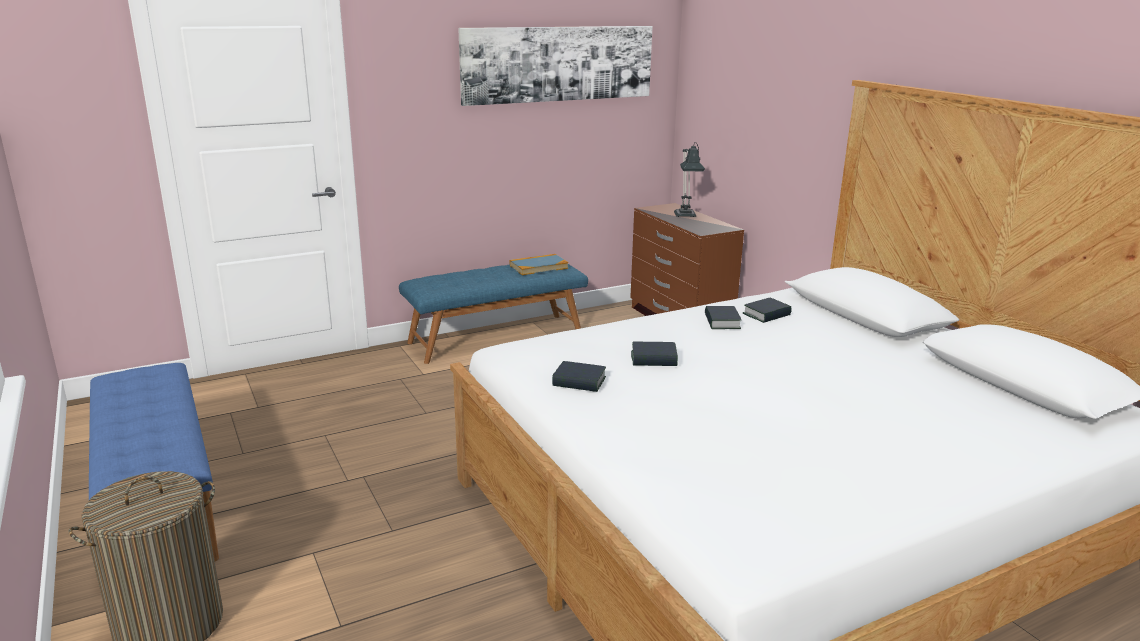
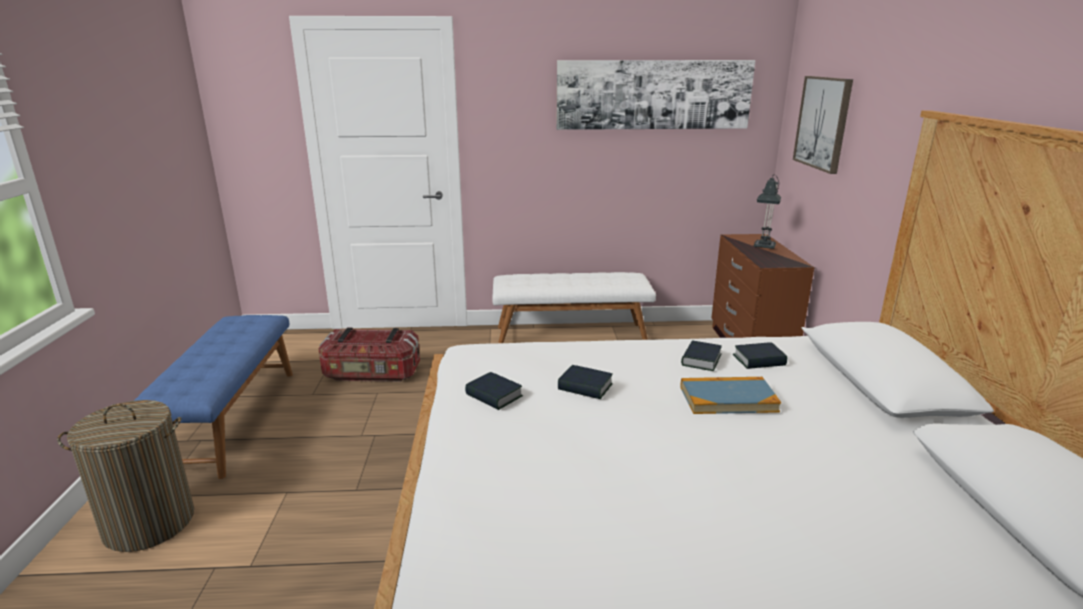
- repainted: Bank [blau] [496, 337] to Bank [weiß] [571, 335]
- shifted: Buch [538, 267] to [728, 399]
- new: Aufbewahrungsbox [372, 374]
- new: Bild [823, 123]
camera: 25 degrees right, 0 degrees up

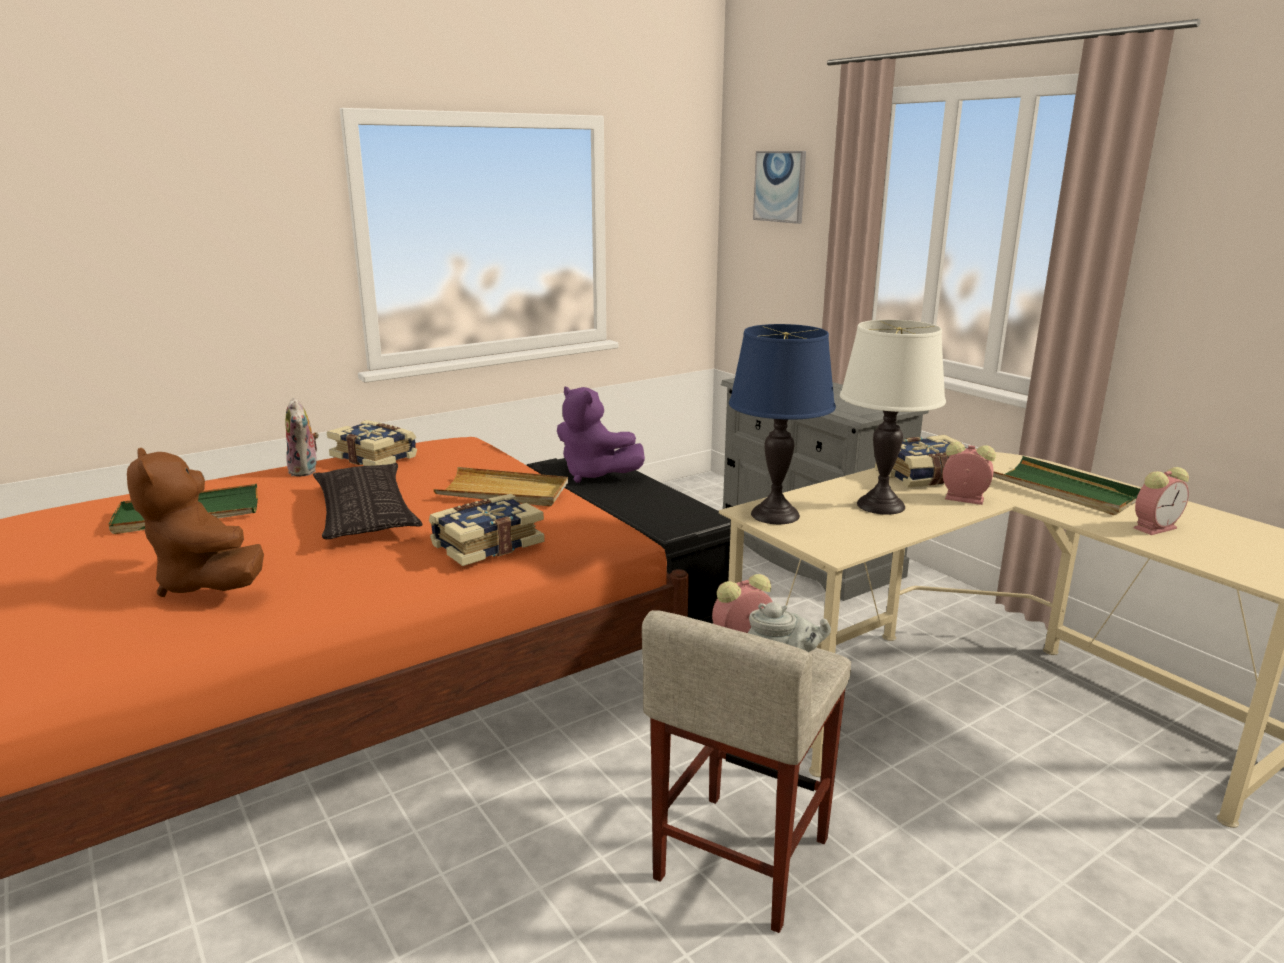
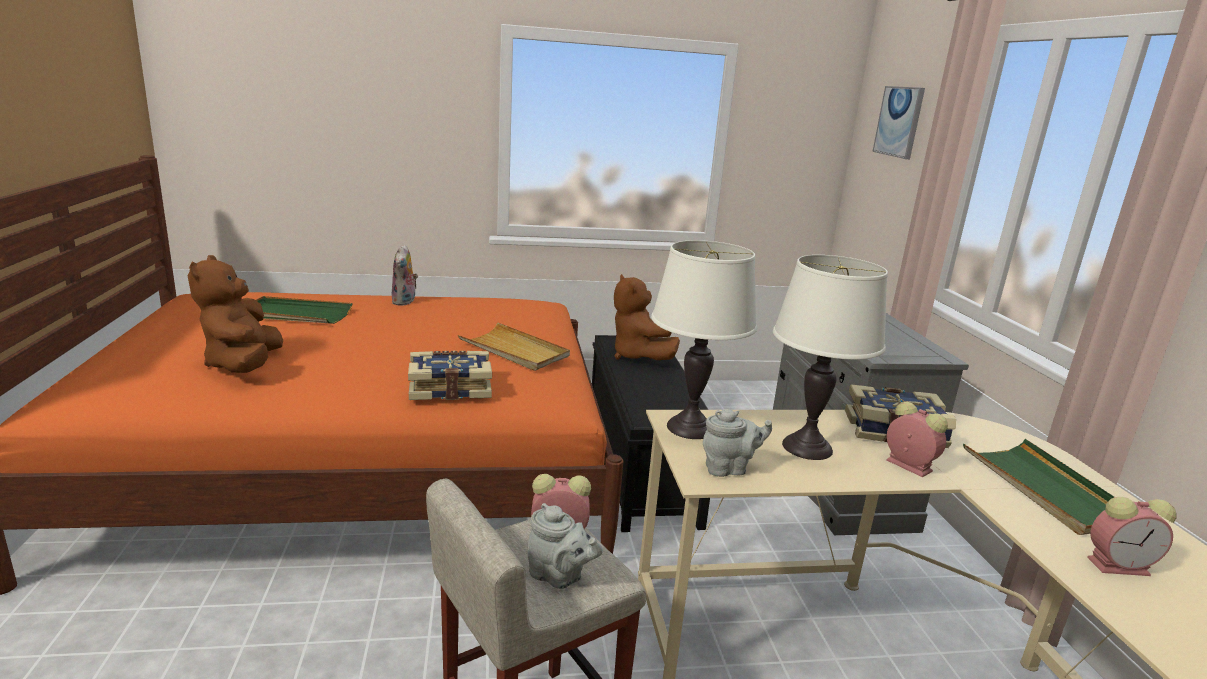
- gone: Kissen [365, 512]
- gone: Buch [375, 457]
- repainted: Plüschtier [lila] [594, 475] to Plüschtier [braun] [638, 356]
- repainted: Tischlampe [blau] [775, 515] to Tischlampe [weiß] [690, 428]
- new: Teekanne [grau] [729, 469]
camera: 25 degrees right, 0 degrees up

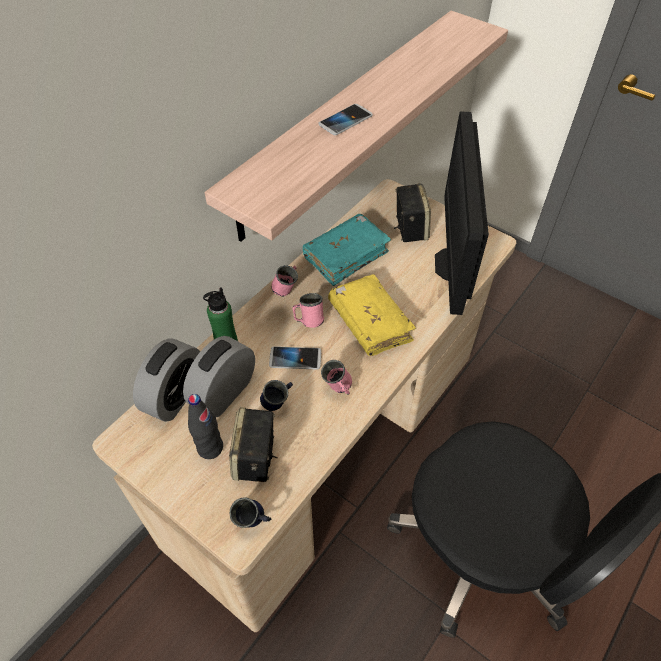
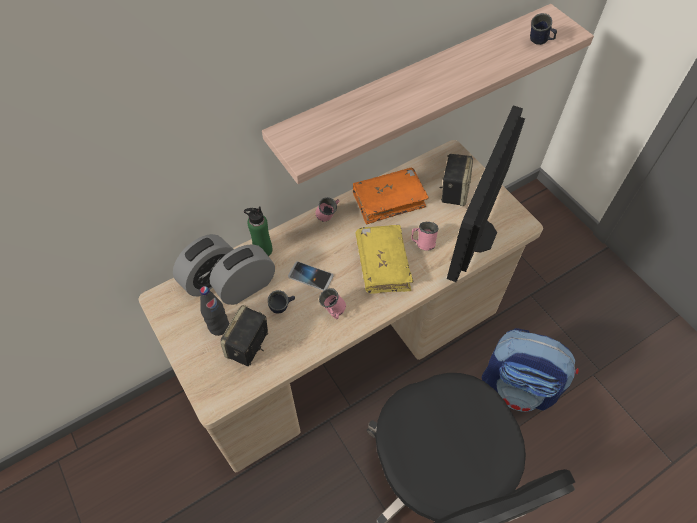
- shifted: Henkelbecher [blau] [254, 522] to [539, 43]
- shifted: Henkelbecher [rosa] [308, 321] to [422, 243]
- repainted: Buch [türkis] [346, 255] to Buch [orange] [389, 200]
- gone: Handy [345, 120]
- new: Rucksack [518, 386]
camera: 20 degrees right, 5 degrees up

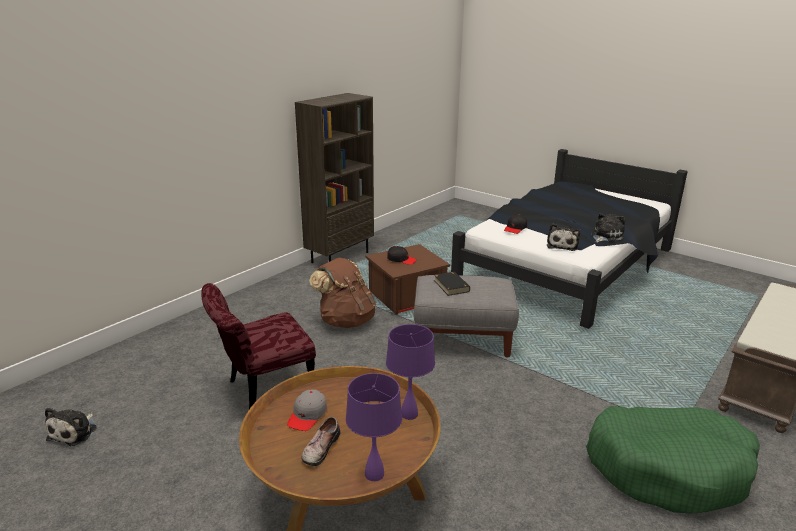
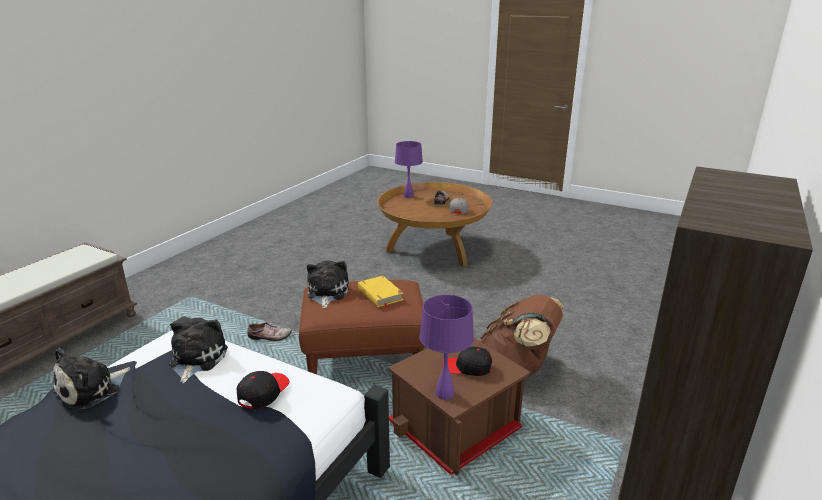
- shifted: Plüschtier [75, 432] to [327, 293]
- gone: Stuhl [rot] [263, 392]
- shifted: Tischlampe [lila] [409, 414] to [445, 393]
- repainted: Polsterhocker [grau] [463, 339] to Polsterhocker [braun] [364, 359]
- repainted: Buch [schwarz] [451, 286] to Buch [gelb] [380, 294]
- gone: Hundebett [grün] [668, 468]
- new: Schuh [269, 337]
camera: 170 degrees right, 0 degrees up

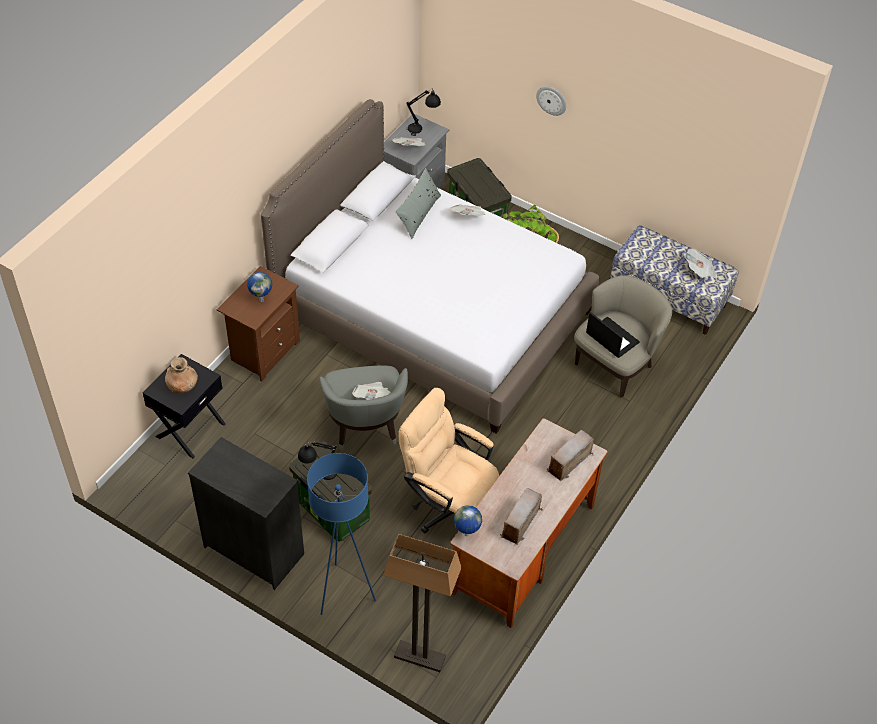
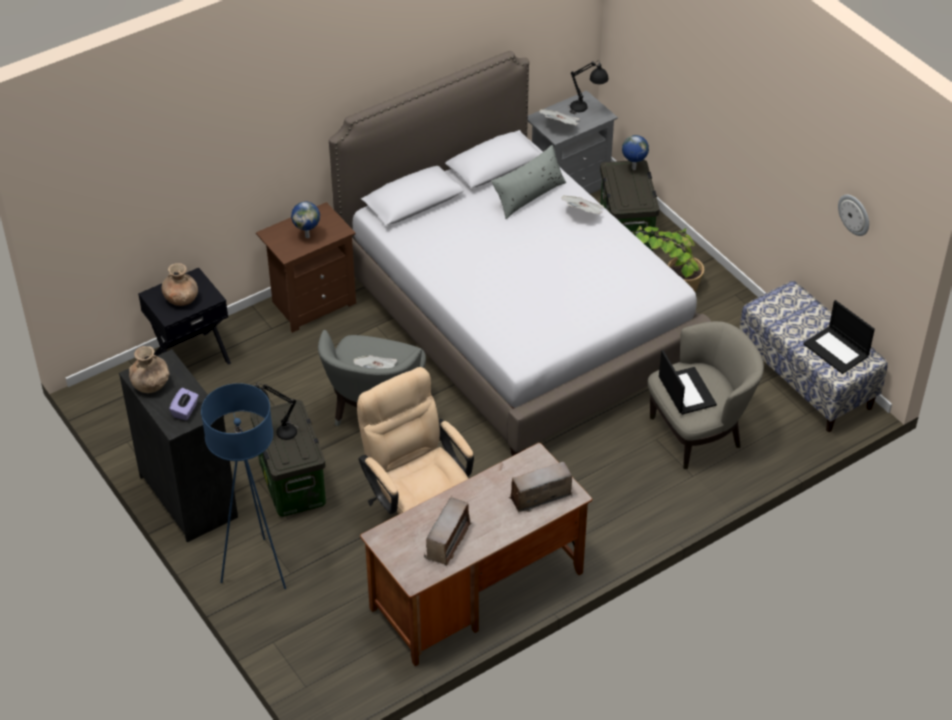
- gone: Stehlampe [419, 657]
- shifted: Globus [466, 535] to [633, 169]
- rotated: Radio [520, 523] = [448, 541] 150 degrees clockwise
- shifted: Wanduhr [551, 100] to [854, 214]
- swapped: Zeitung [699, 271] to Laptop [837, 350]
- new: Vase [braun] [151, 385]
- new: Taschentuchbox [lila] [185, 411]
camera: 25 degrees right, 5 degrees down

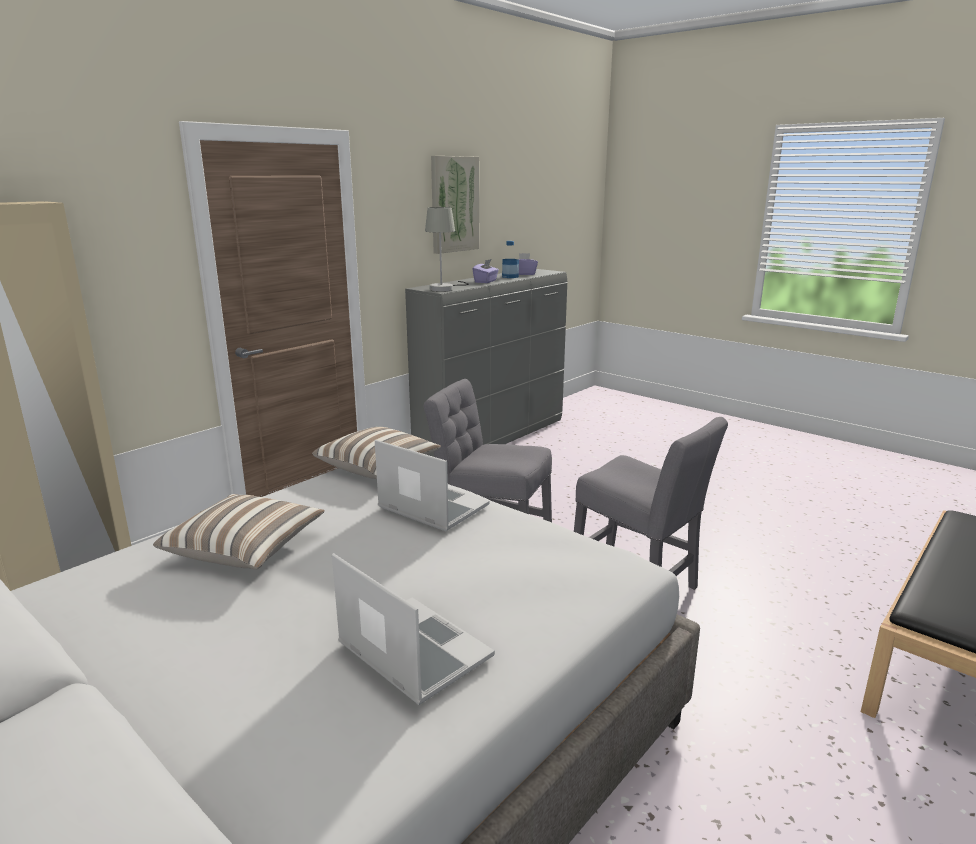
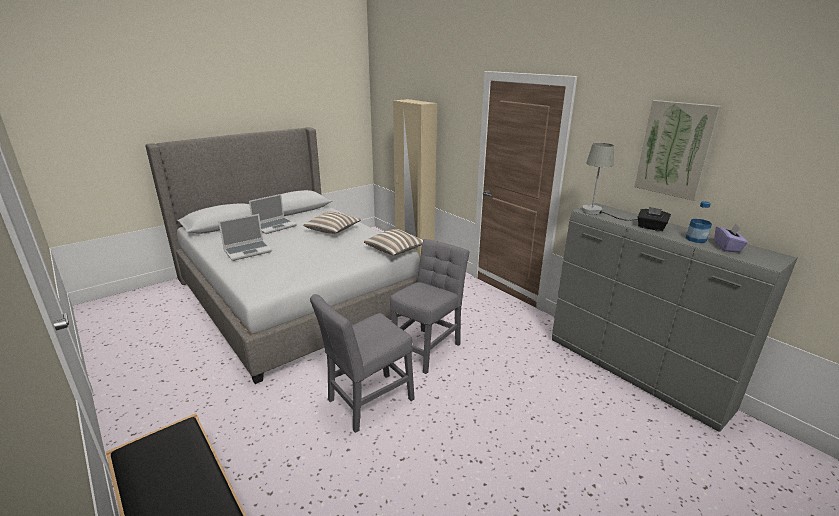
- shifted: Laptop [431, 507] to [275, 226]
- repainted: Taschentuchbox [lila] [486, 281] to Taschentuchbox [schwarz] [651, 227]
camera: 100 degrees right, 5 degrees up

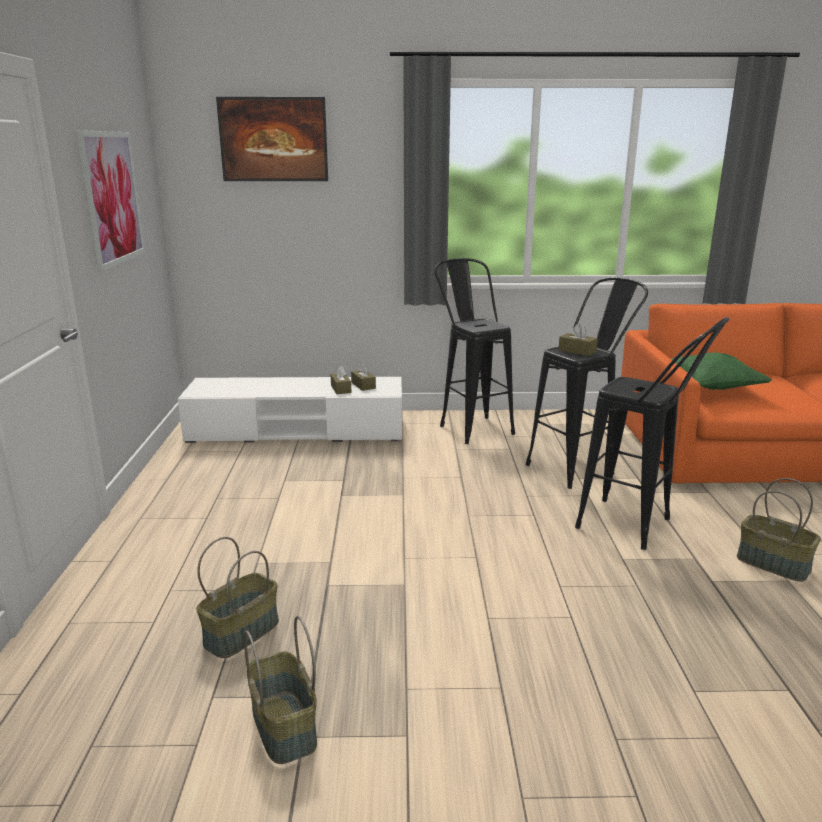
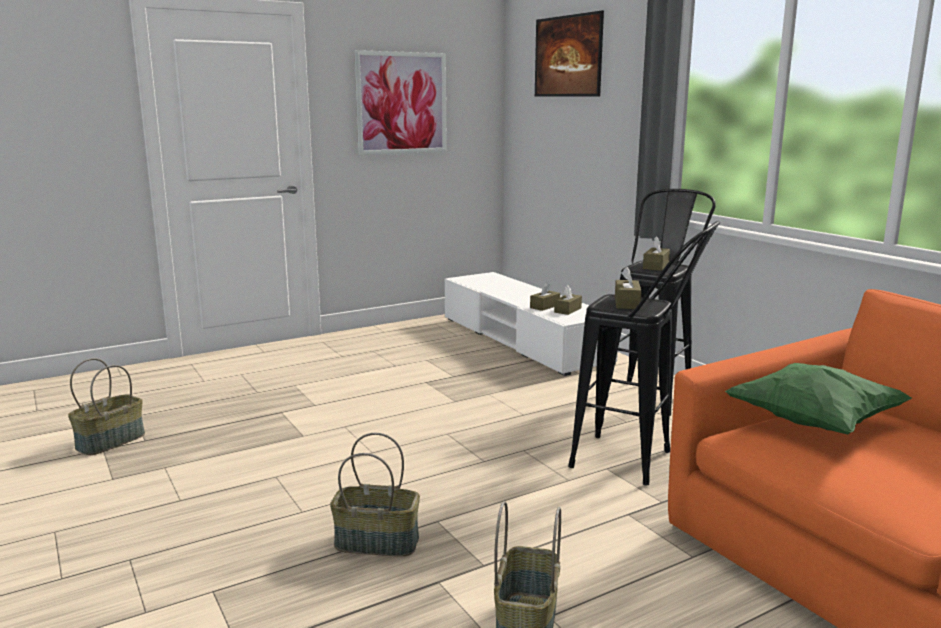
- shifted: Korb [241, 632] to [378, 542]
- gone: Hocker [schwarz] [638, 528]
- new: Taschentuchbox [braun] [656, 266]
camera: 60 degrees right, 5 degrees down

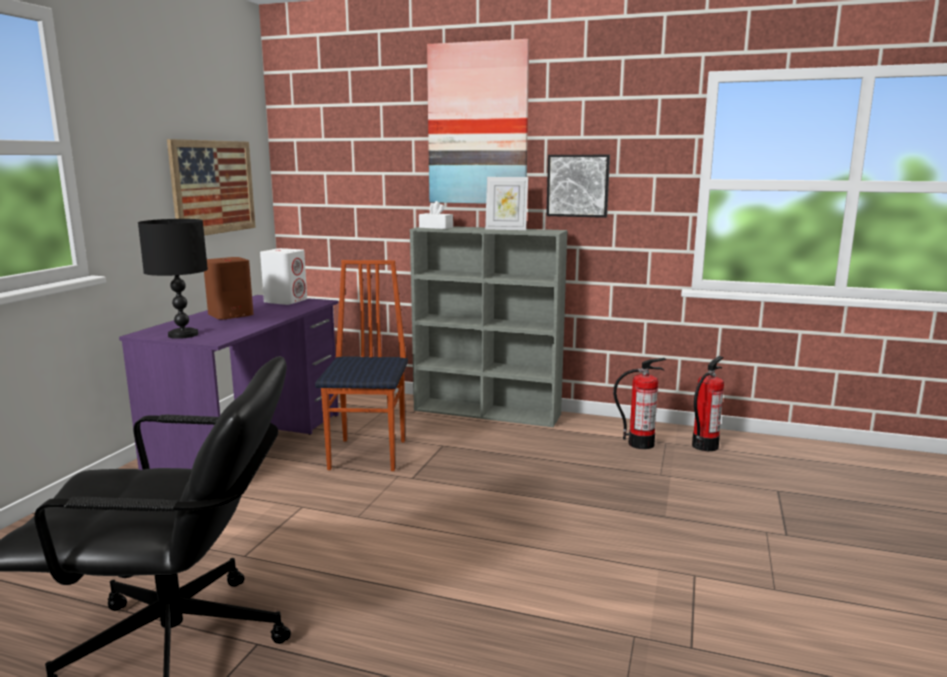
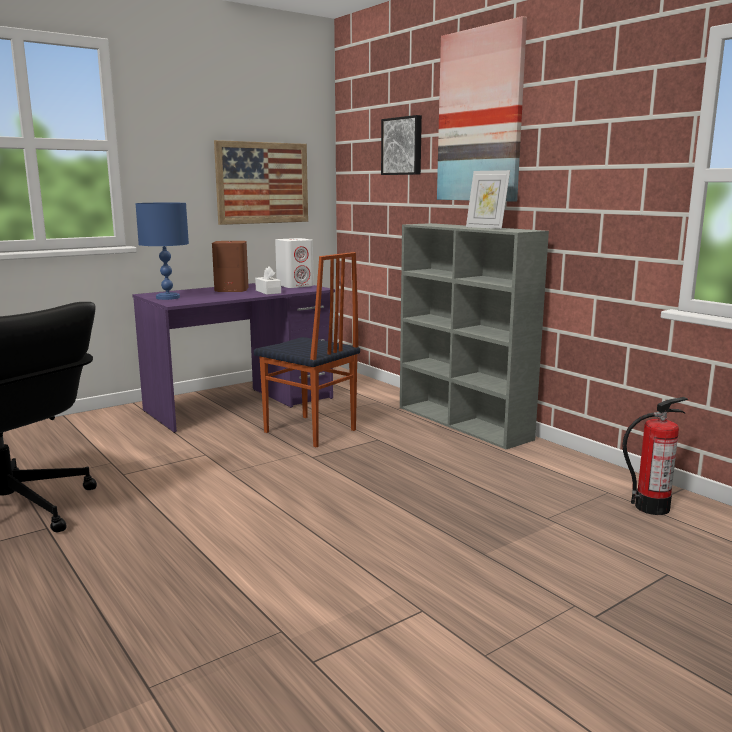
- repainted: Tischlampe [schwarz] [183, 335] to Tischlampe [blau] [167, 297]
- rotated: Stuhl [369, 454] = [309, 431] 90 degrees clockwise
- shifted: Taschentuchbox [weiß] [436, 227] to [268, 292]
- shifted: Bild [578, 185] to [403, 146]
- gone: Feuerlöscher [640, 444]
camera: 35 degrees right, 0 degrees up

